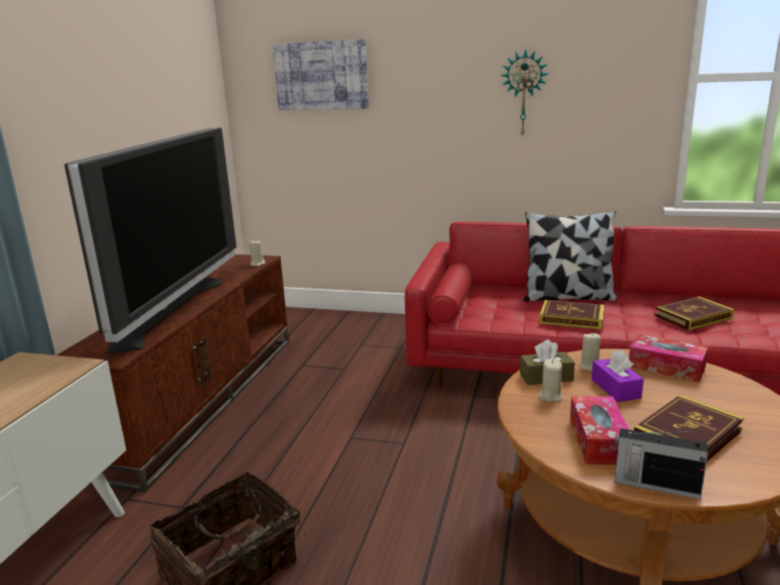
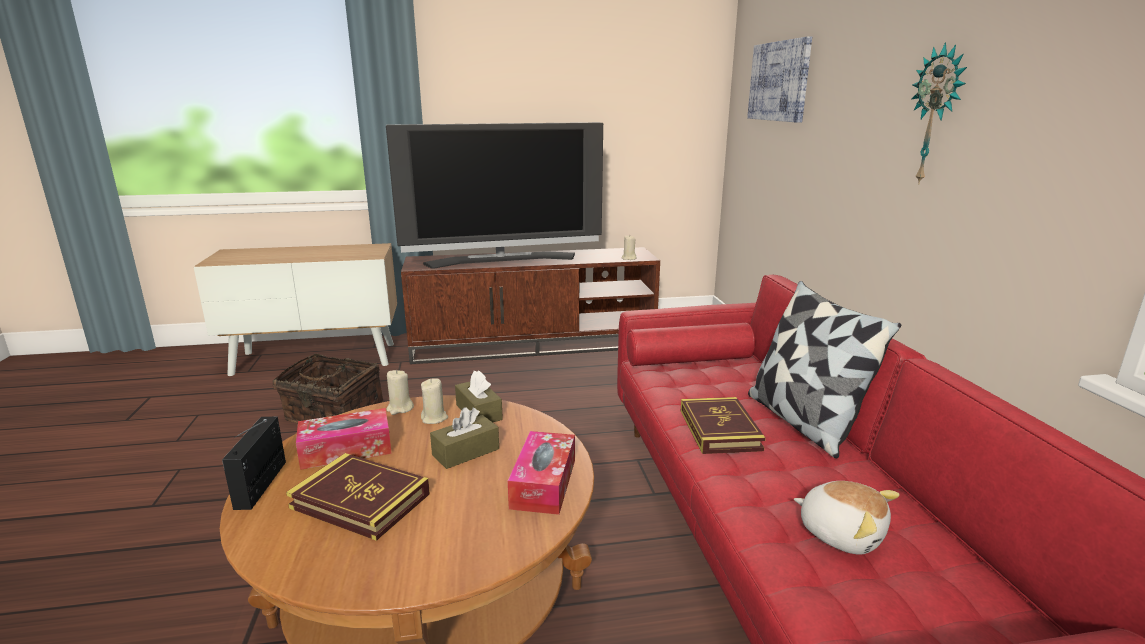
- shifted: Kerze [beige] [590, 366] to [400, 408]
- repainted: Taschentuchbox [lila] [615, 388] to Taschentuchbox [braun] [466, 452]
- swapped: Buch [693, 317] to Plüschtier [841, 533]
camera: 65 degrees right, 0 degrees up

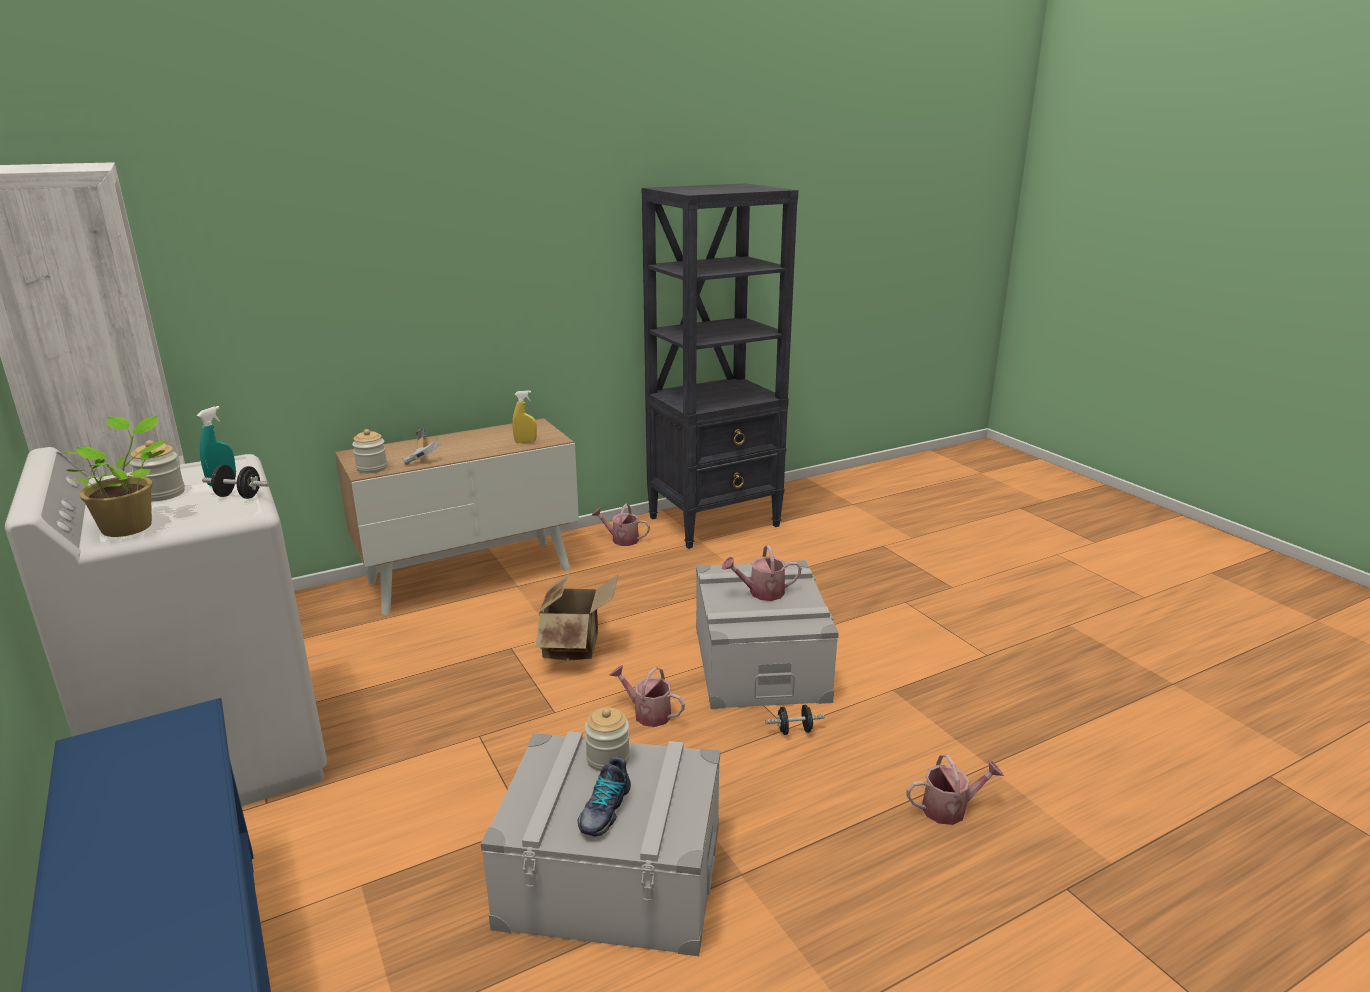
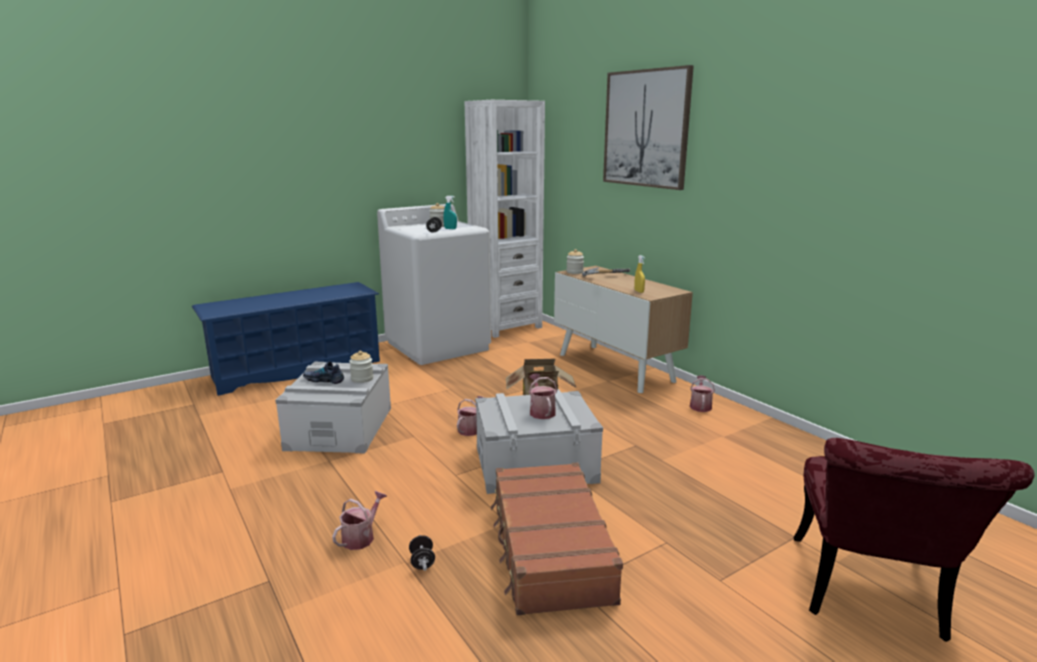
- gone: Topfpflanze [131, 526]
- gone: Bücherregal [schwarz] [715, 521]
- shifted: Hantel [schwarz] [794, 730] to [422, 562]
- rotated: Gießkanne [950, 808] = [361, 537] 135 degrees counterclockwise
- new: Koffer [braun] [549, 549]
- new: Bild [646, 128]
- new: Stuhl [rot] [869, 597]
camera: 85 degrees right, 5 degrees down

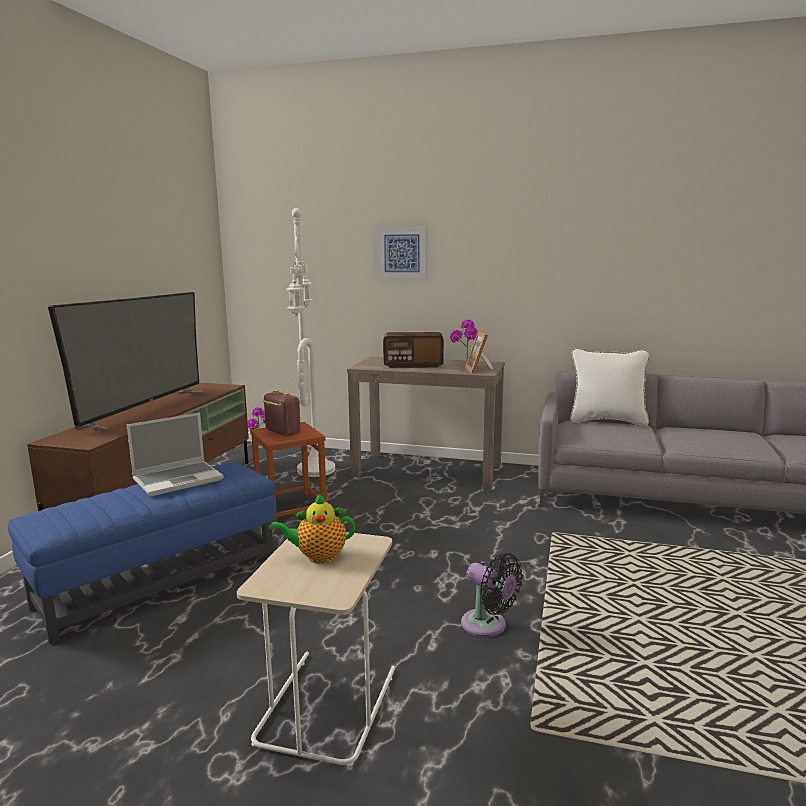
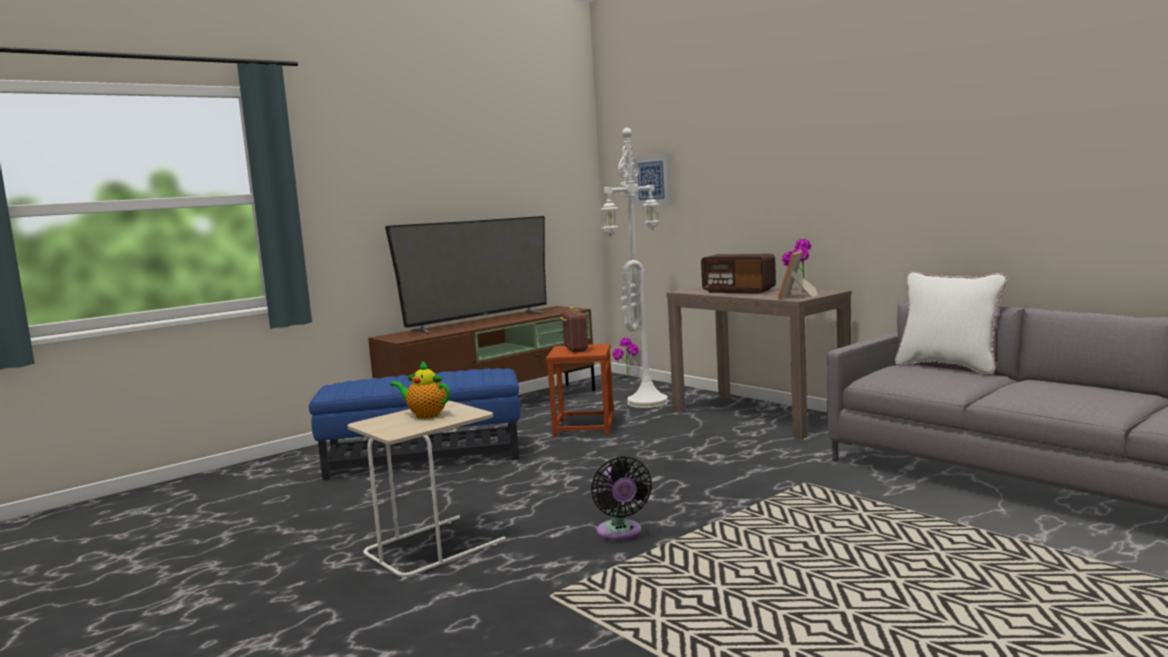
- gone: Laptop [179, 479]
- shifted: Bild [402, 253] to [652, 180]
camera: 35 degrees right, 5 degrees down

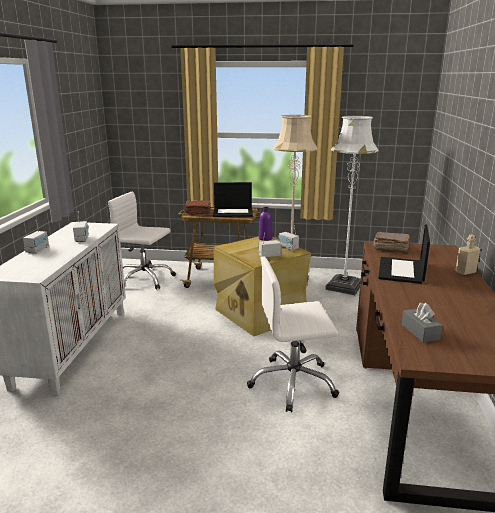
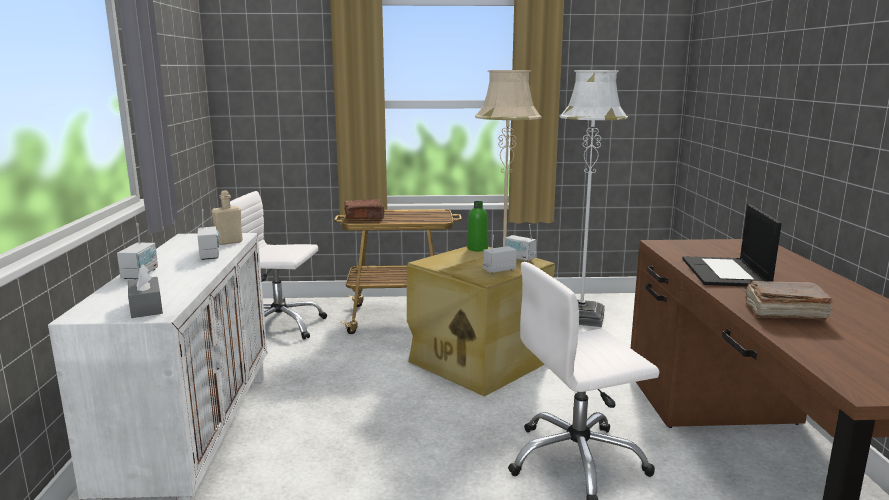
- gone: Laptop [233, 212]
- repainted: Flasche [lila] [265, 238] to Flasche [grün] [477, 249]
- shifted: Buch [braun] [390, 248] to [783, 313]
- shifted: Taschentuchbox [grau] [420, 332] to [146, 307]
- shifted: Flasche [beige] [465, 272] to [229, 242]
camera: 10 degrees left, 5 degrees down

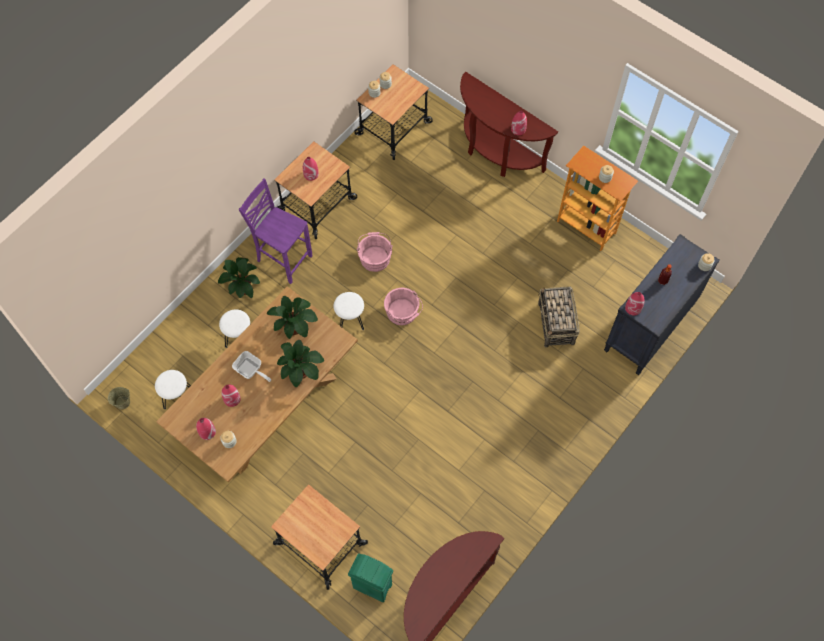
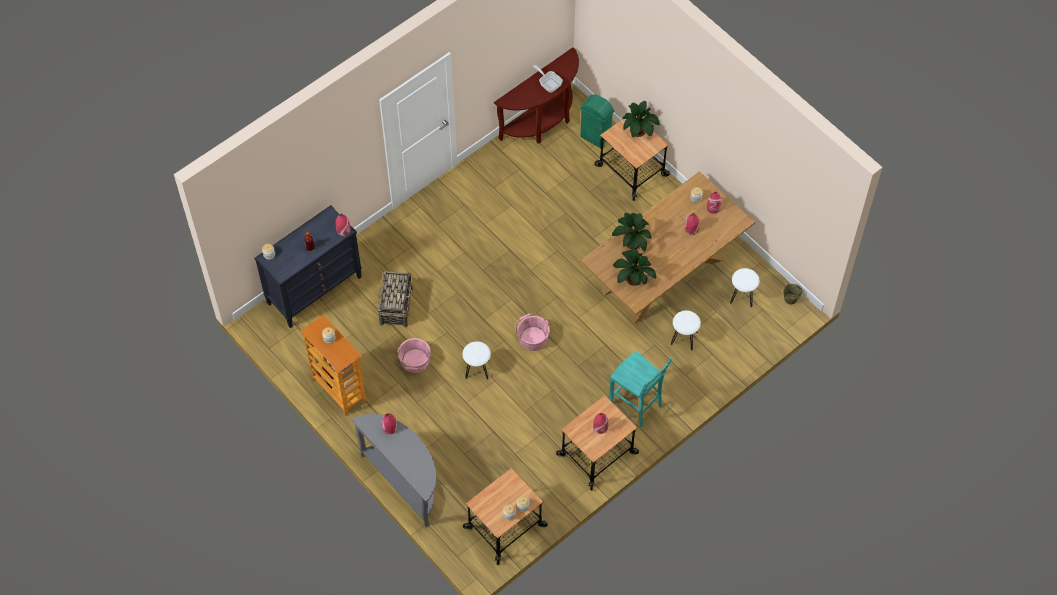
- shifted: Topfpflanze [242, 286] to [638, 131]
- shifted: Pfanne [250, 371] to [548, 83]
- repainted: Stuhl [lila] [283, 258] to Stuhl [türkis] [636, 405]
- shifted: Hocker [weiß] [350, 320] to [477, 369]
- shifted: Eimer [rosa] [375, 257] to [415, 362]
- repainted: Konsolentisch [braun] [496, 153] to Konsolentisch [grau] [405, 481]
camera: 170 degrees left, 5 degrees down

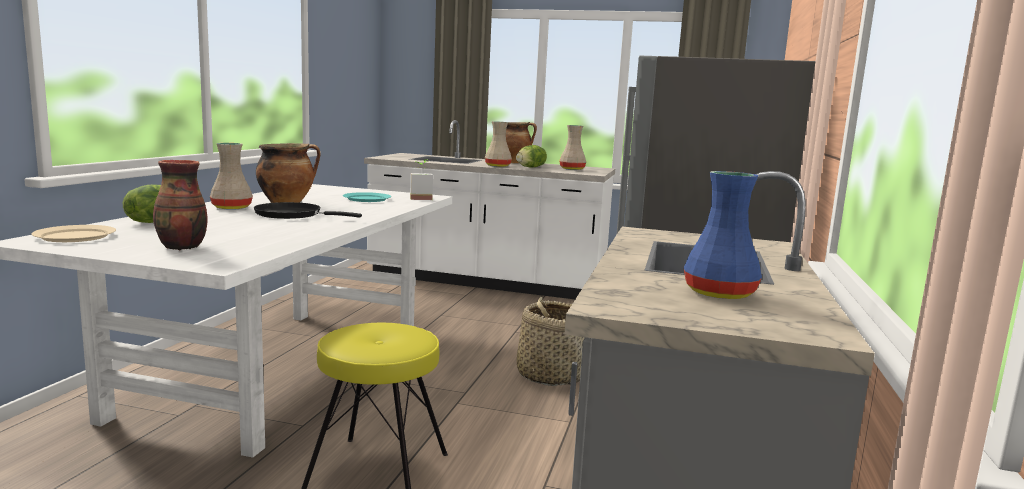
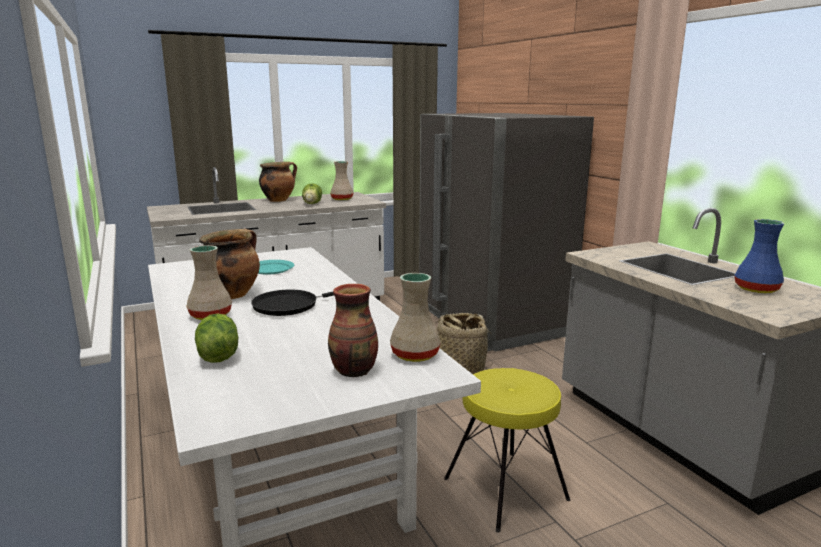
- gone: Teller [beige] [74, 236]
- gone: Topfpflanze [420, 198]
- shifted: Vase [beige] [497, 166] to [415, 355]
camera: 40 degrees left, 5 degrees up

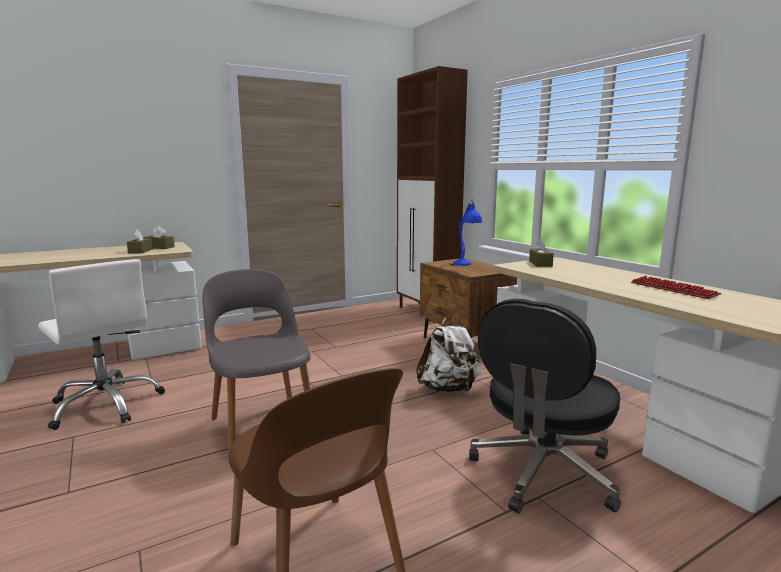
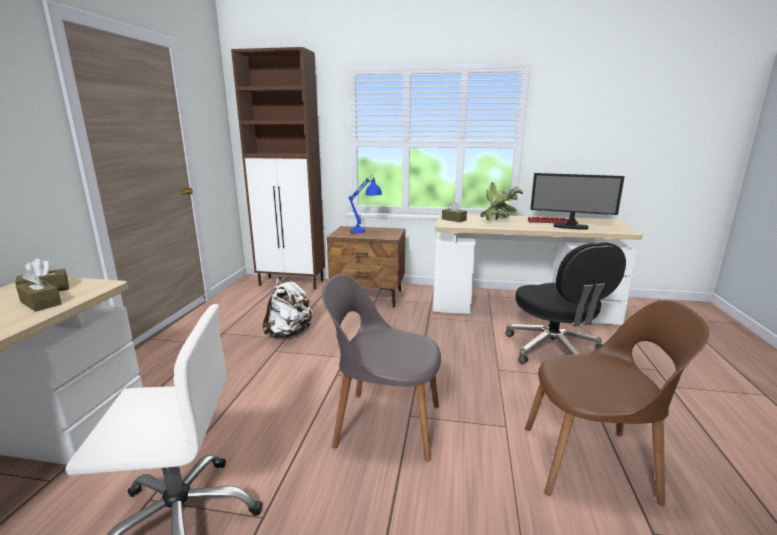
- shifted: Rucksack [weiß] [448, 389] to [289, 333]
- new: Topfpflanze [498, 221]
- new: Monitor [570, 227]
camera: 50 degrees left, 5 degrees up

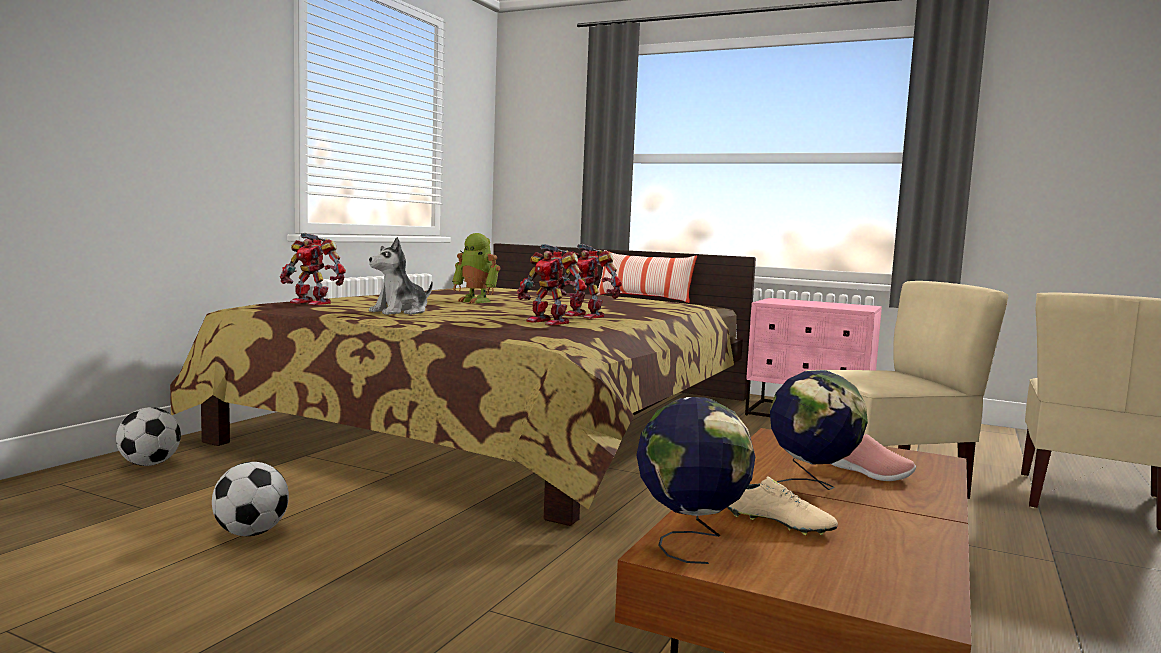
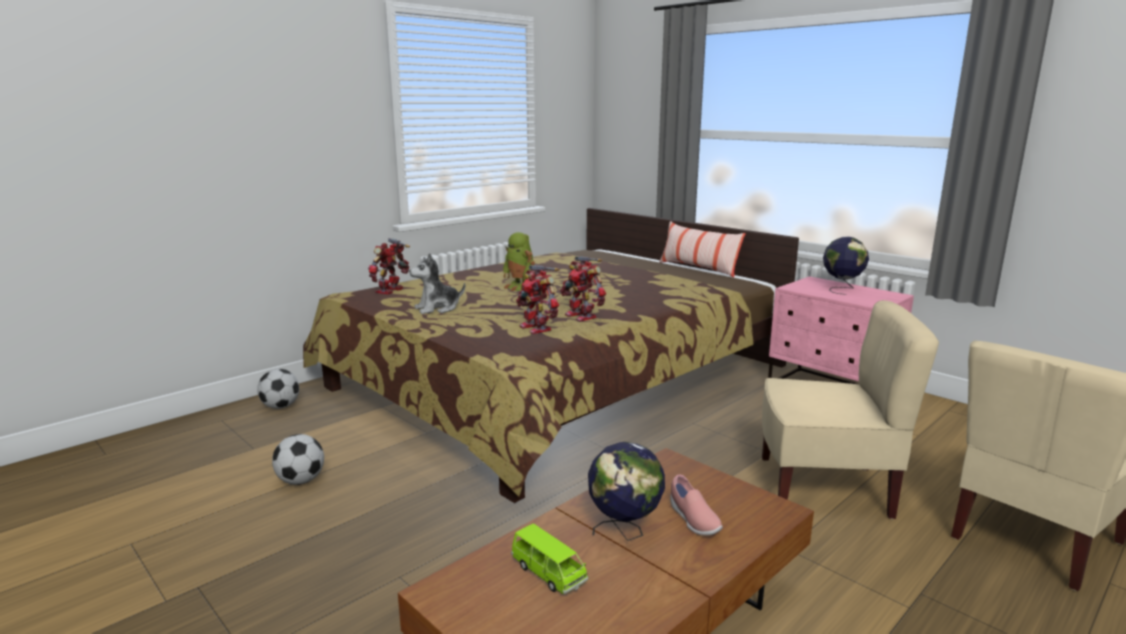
- rotated: Spielzeugroboter [312, 303] = [391, 291] 75 degrees clockwise
- shifted: Globus [690, 542] to [841, 289]
- swapped: Schuh [beige] [778, 524] to Spielzeugauto [grün] [548, 573]
camera: 20 degrees right, 10 degrees up

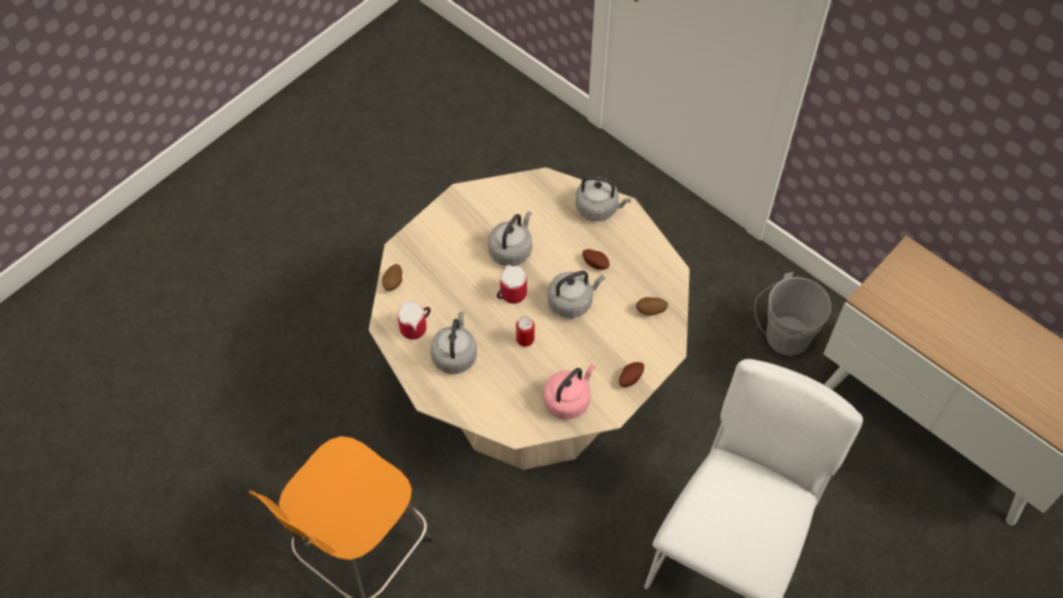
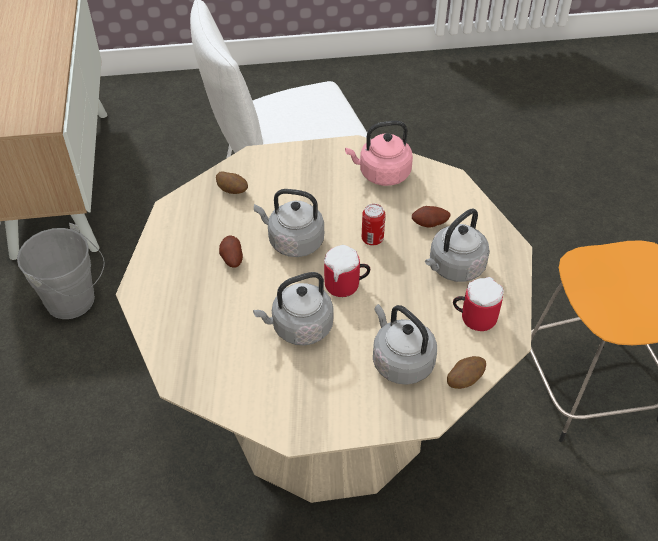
- shifted: Wasserkessel [grau] [599, 208] to [400, 361]
- shifted: Kartoffel [630, 378] to [430, 225]
camera: 140 degrees left, 10 degrees down

